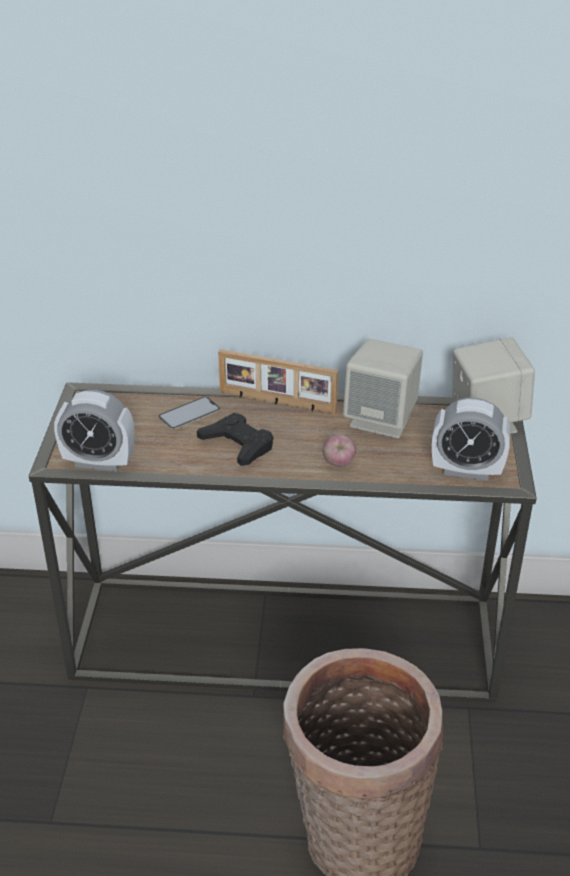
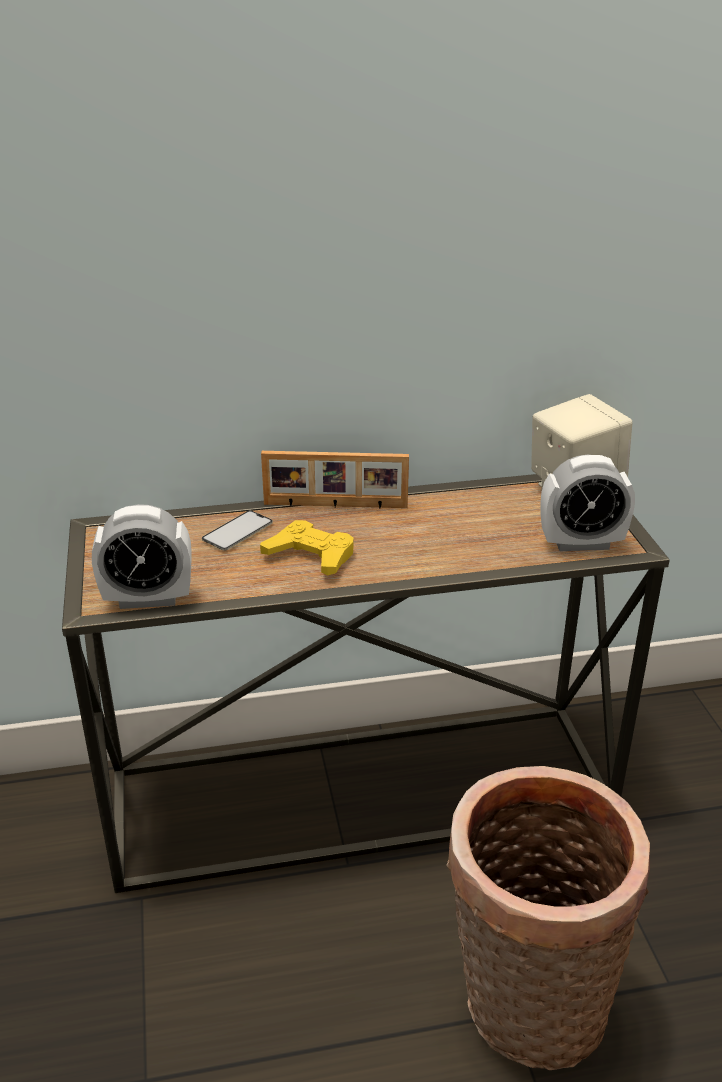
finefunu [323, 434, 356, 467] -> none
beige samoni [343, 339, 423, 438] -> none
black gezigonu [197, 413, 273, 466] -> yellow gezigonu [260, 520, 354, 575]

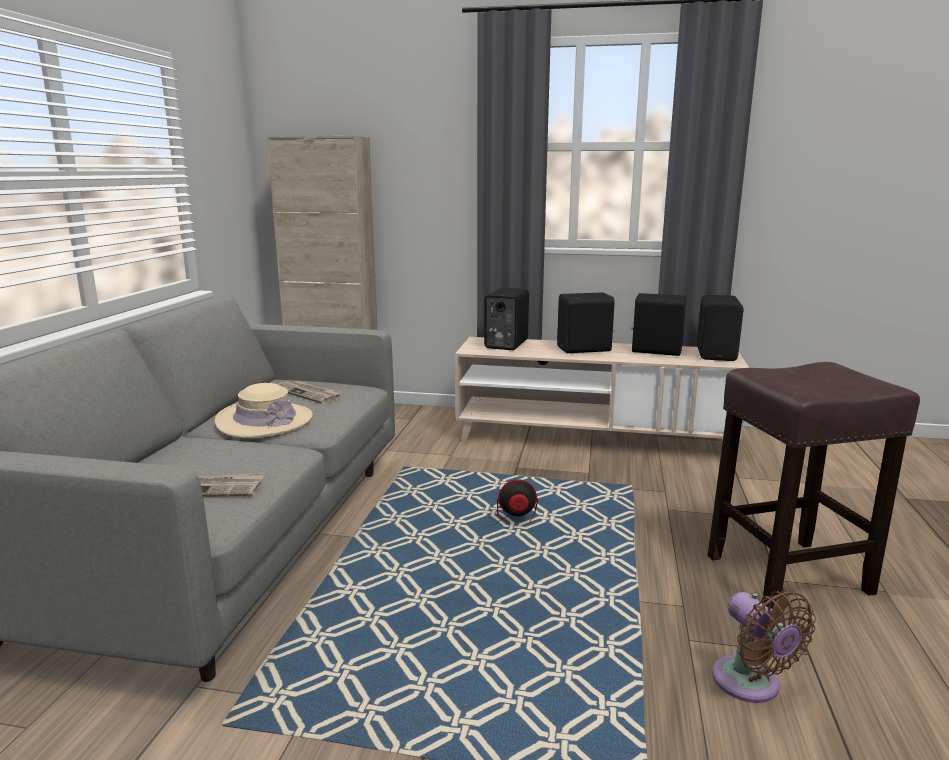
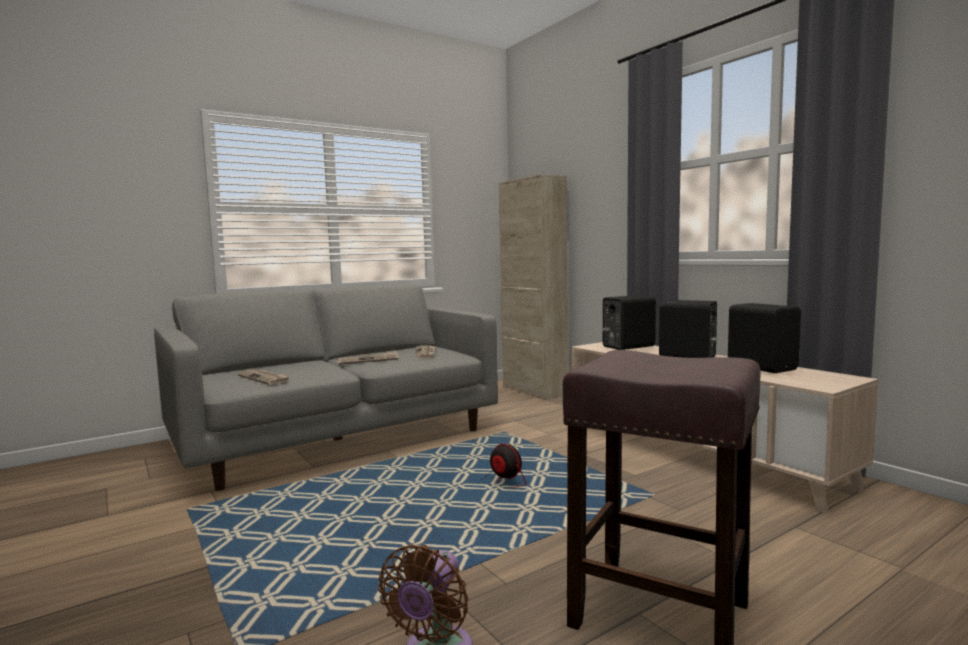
black samoni [697, 295, 744, 361] -> none
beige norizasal [215, 383, 313, 438] -> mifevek [337, 351, 398, 365]

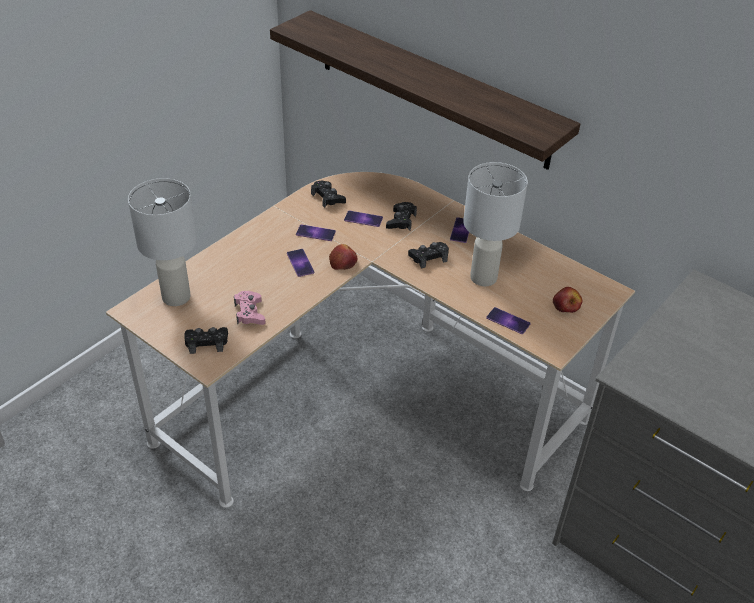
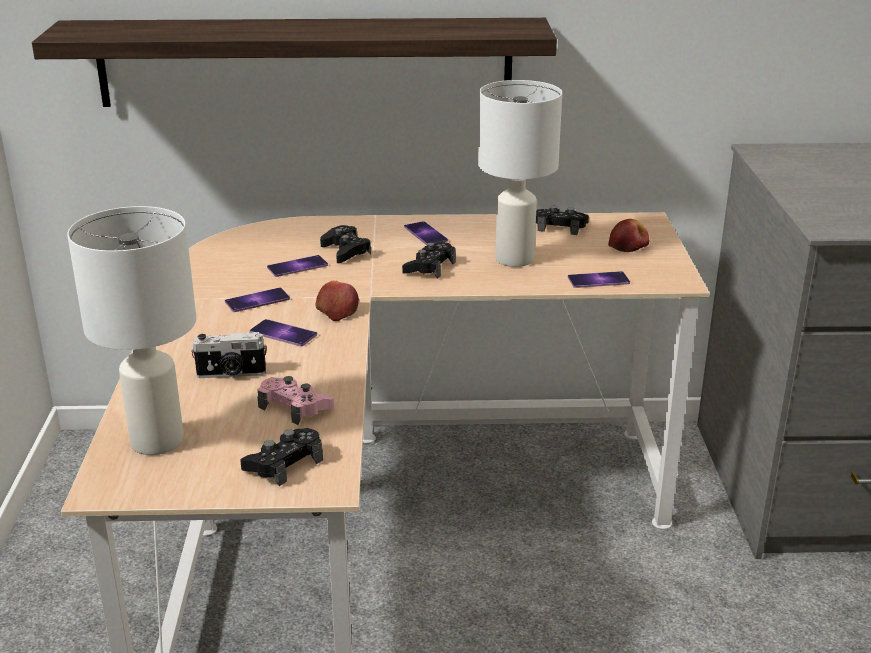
none -> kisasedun [191, 332, 267, 378]
black gezigonu [311, 180, 346, 208] -> black gezigonu [536, 206, 589, 235], moved

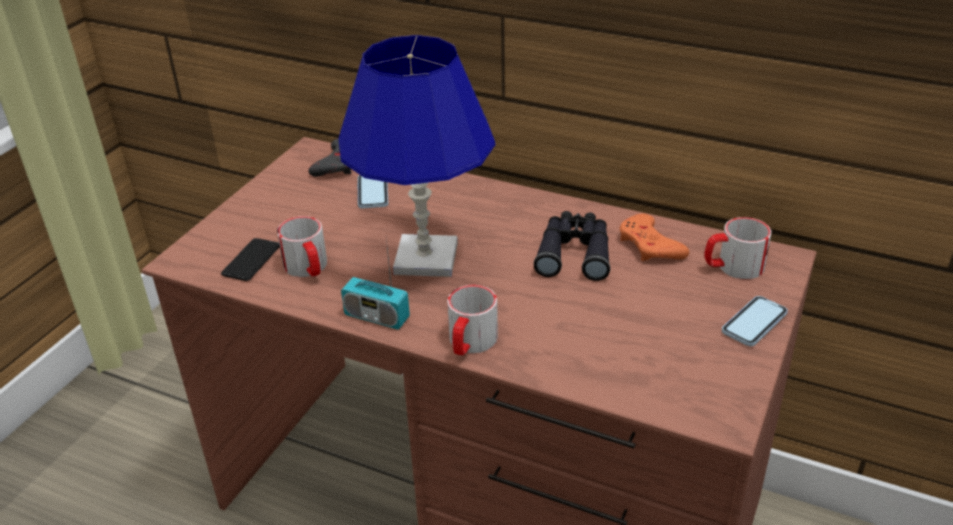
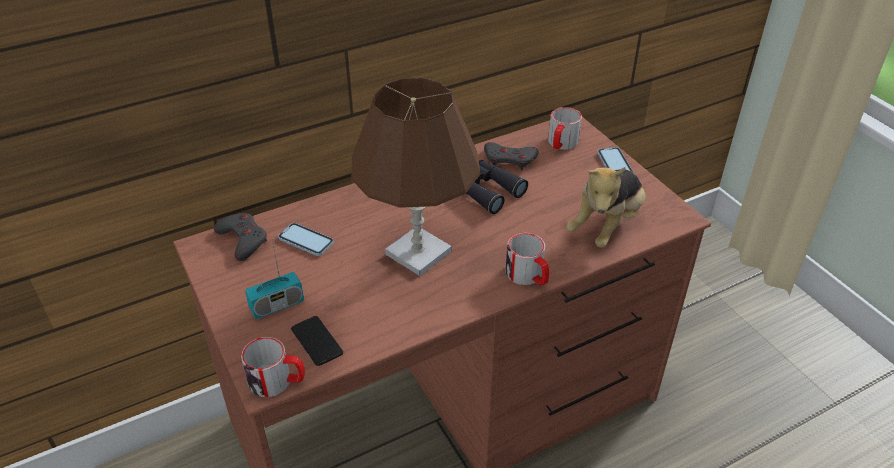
none -> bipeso [566, 167, 646, 248]
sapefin [277, 216, 327, 277] -> sapefin [241, 337, 305, 397], moved
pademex [341, 239, 410, 330] -> pademex [245, 241, 304, 319], moved
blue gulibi [339, 35, 496, 277] -> brown gulibi [351, 78, 480, 276]
orange gezigonu [620, 214, 689, 261] -> grey gezigonu [484, 142, 538, 170]

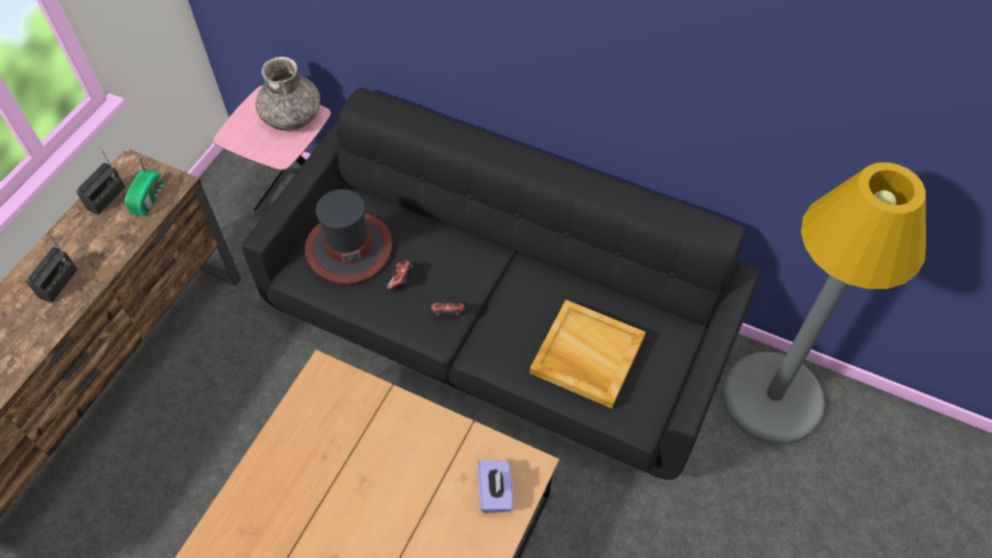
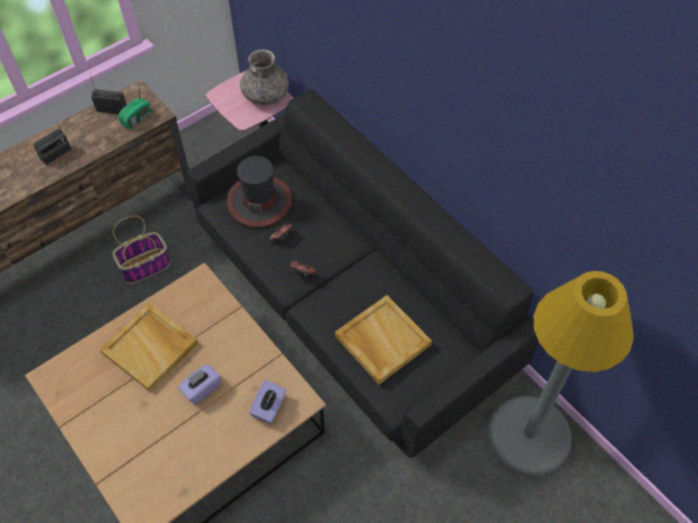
none -> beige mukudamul [100, 303, 198, 392]
none -> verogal [112, 216, 171, 284]
none -> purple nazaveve [178, 364, 221, 405]
pademex [76, 147, 125, 215] -> pademex [89, 73, 127, 114], 135 degrees counterclockwise

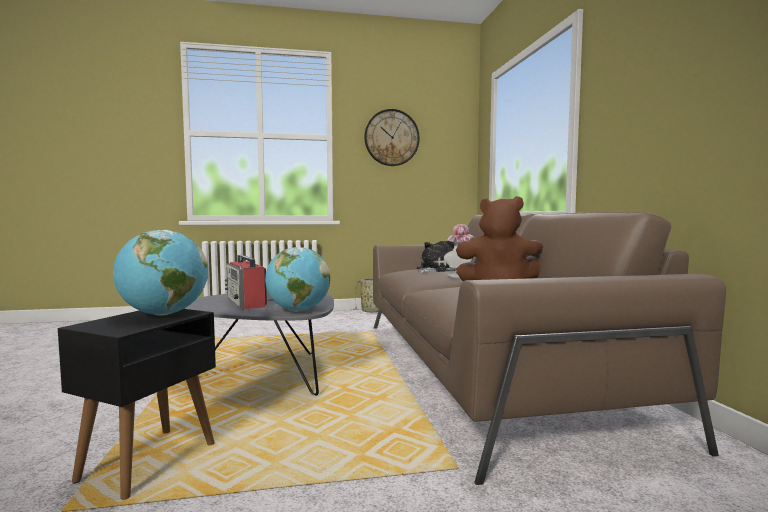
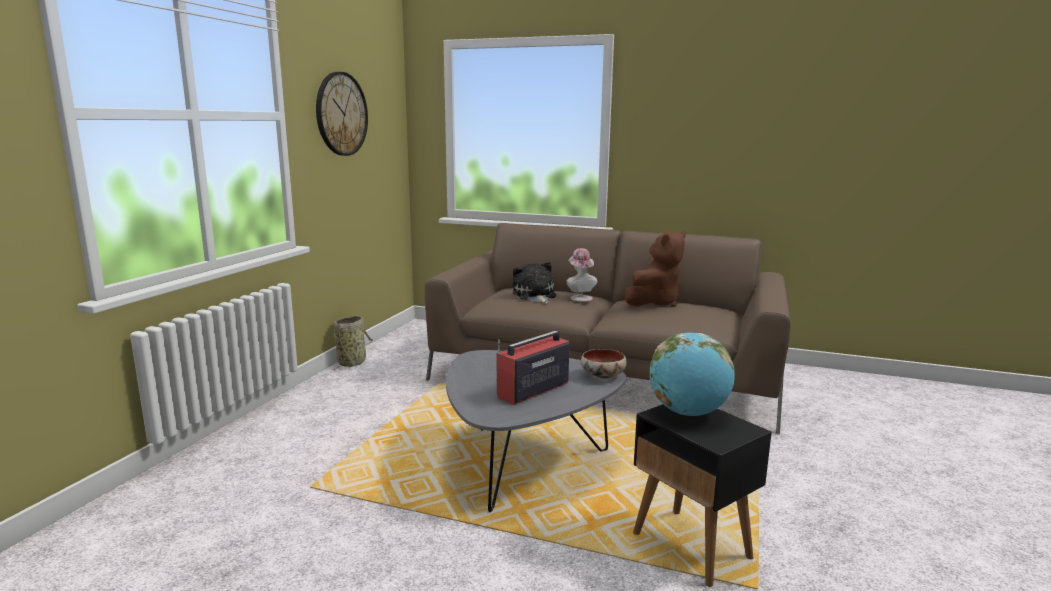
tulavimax [265, 247, 330, 311] -> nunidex [581, 349, 627, 379]
pademex [225, 255, 267, 309] -> pademex [496, 331, 569, 405], 135 degrees clockwise

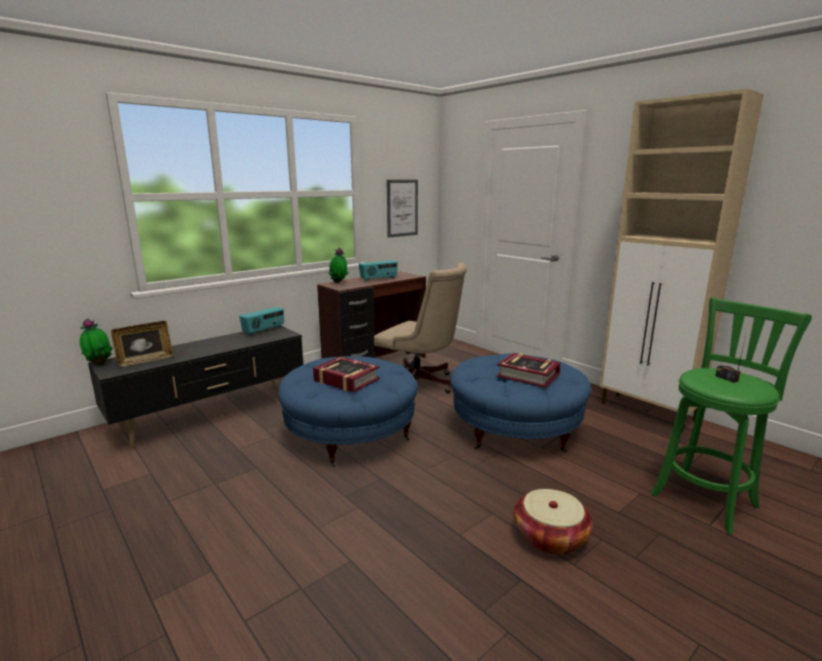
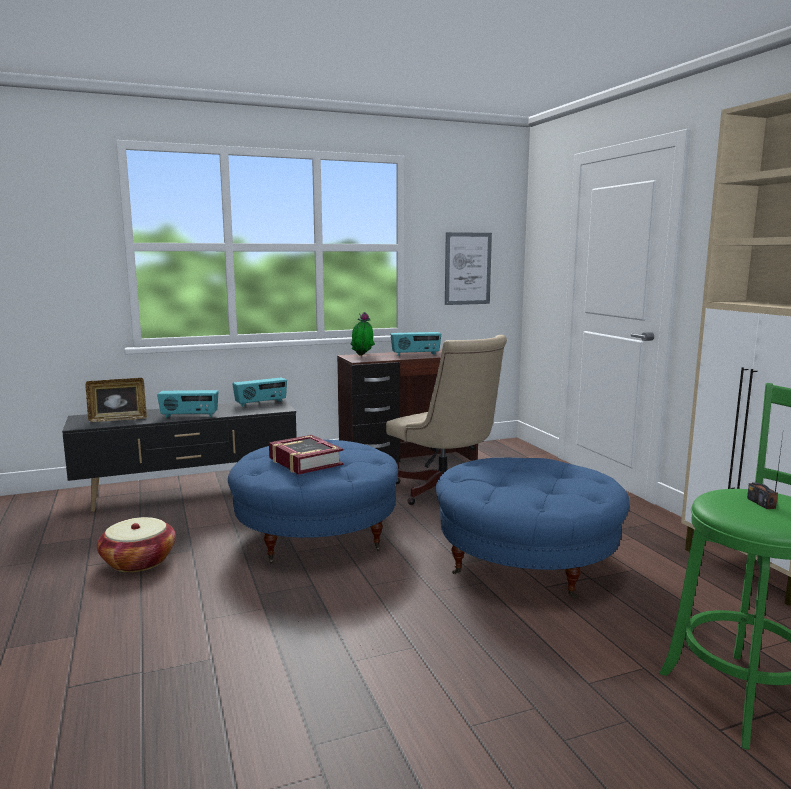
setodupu [80, 319, 113, 365] -> none
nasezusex [497, 353, 561, 388] -> none
none -> pademex [157, 390, 218, 418]
verogal [514, 489, 593, 555] -> verogal [97, 517, 176, 572], moved

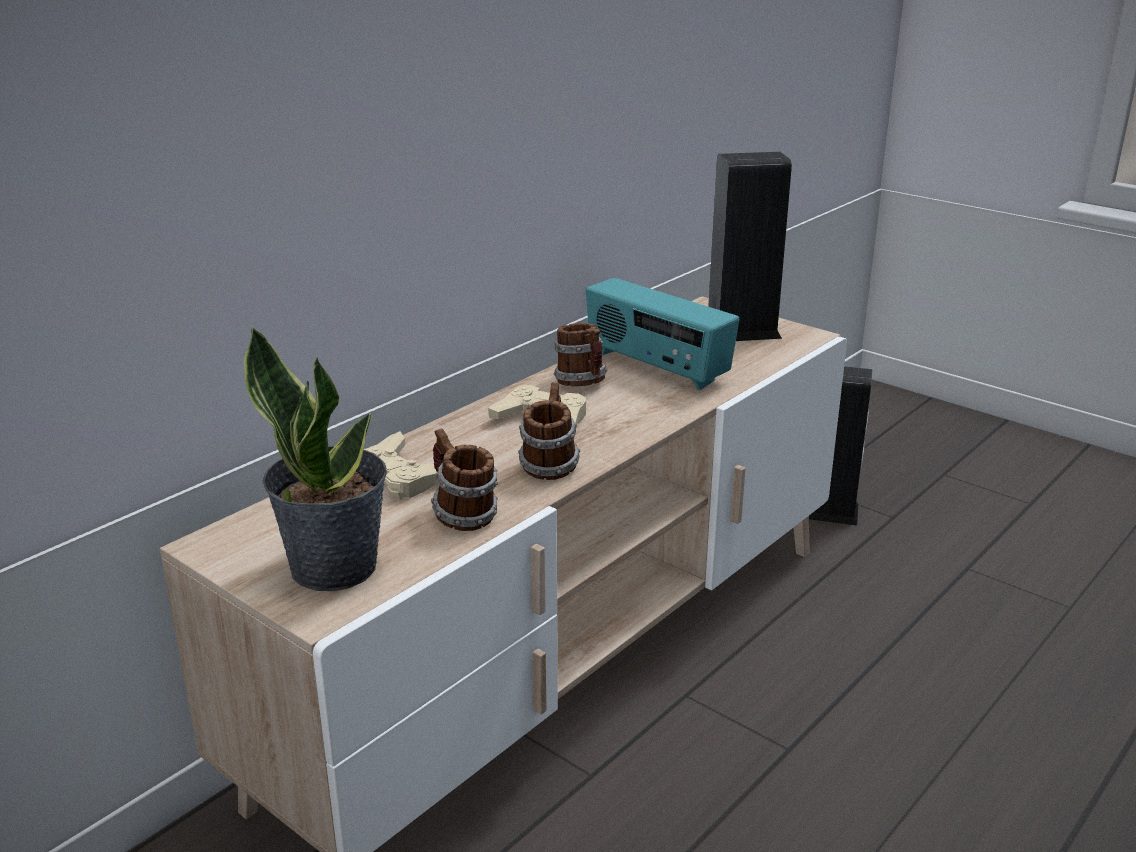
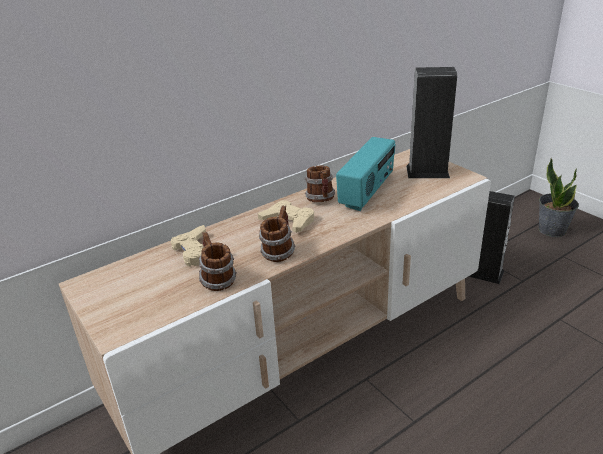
setodupu [244, 326, 387, 591] -> setodupu [538, 158, 579, 237], moved
pademex [586, 278, 739, 390] -> pademex [336, 137, 395, 211], 120 degrees counterclockwise

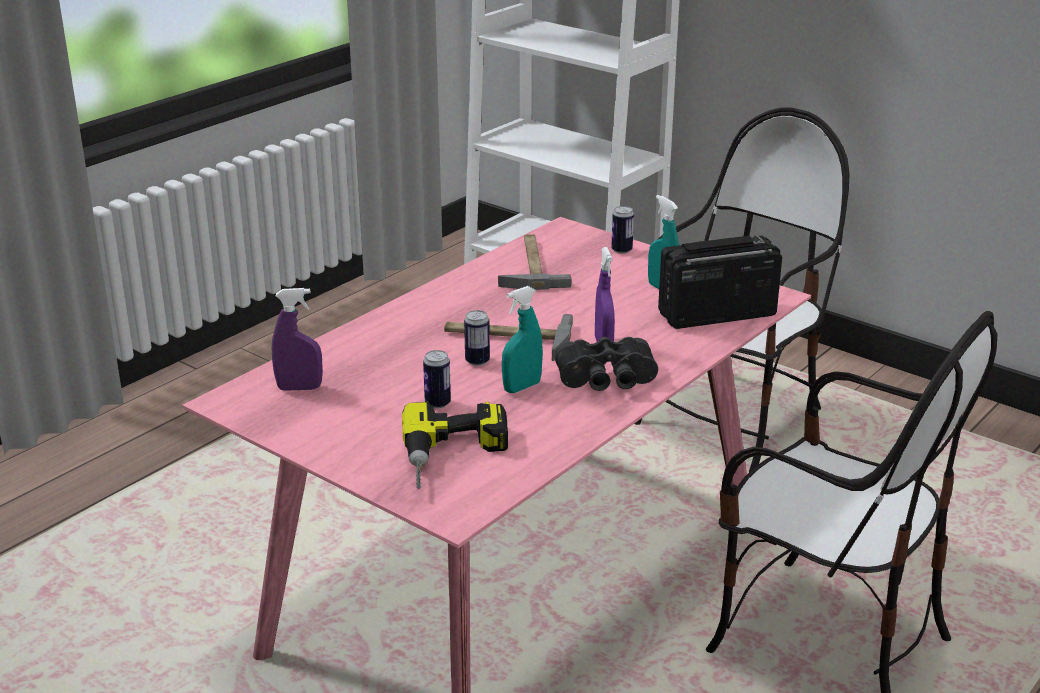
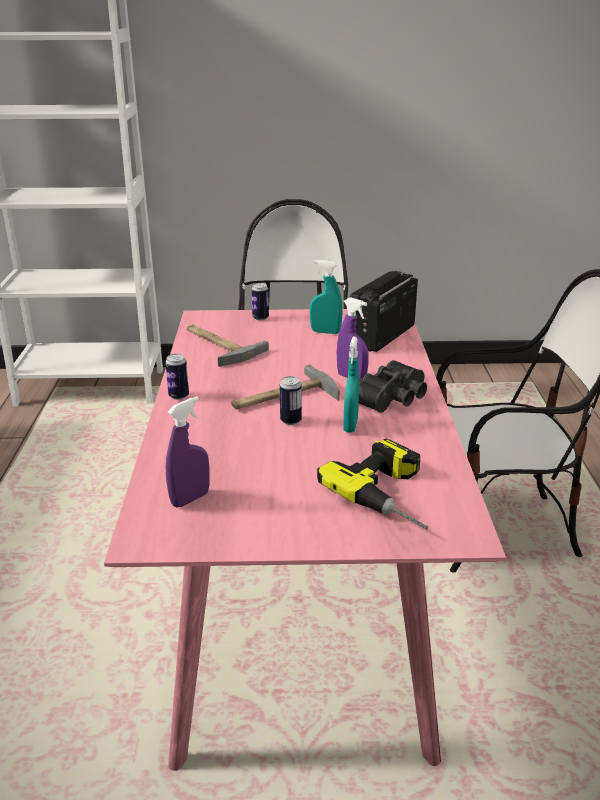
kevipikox [423, 350, 451, 409] -> kevipikox [165, 354, 189, 400], moved

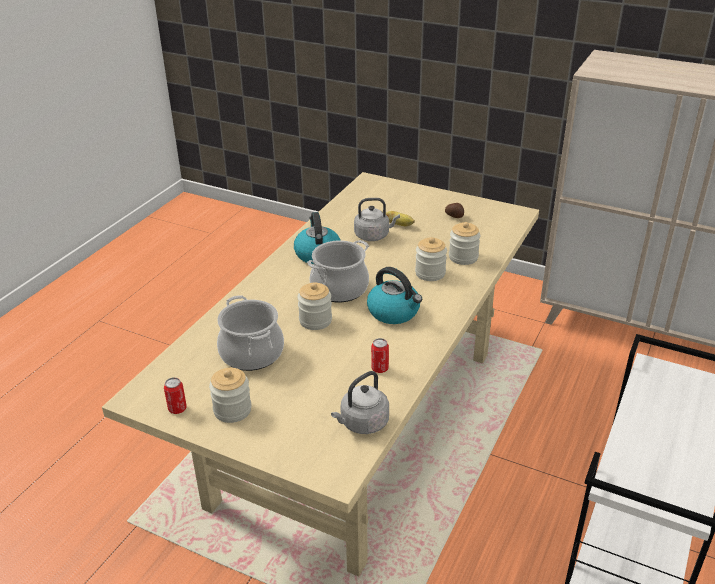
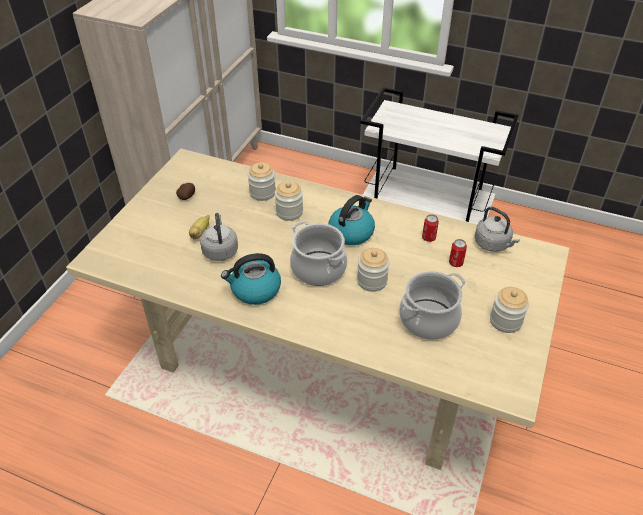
kevipikox [164, 377, 187, 414] -> kevipikox [449, 239, 467, 267], moved

